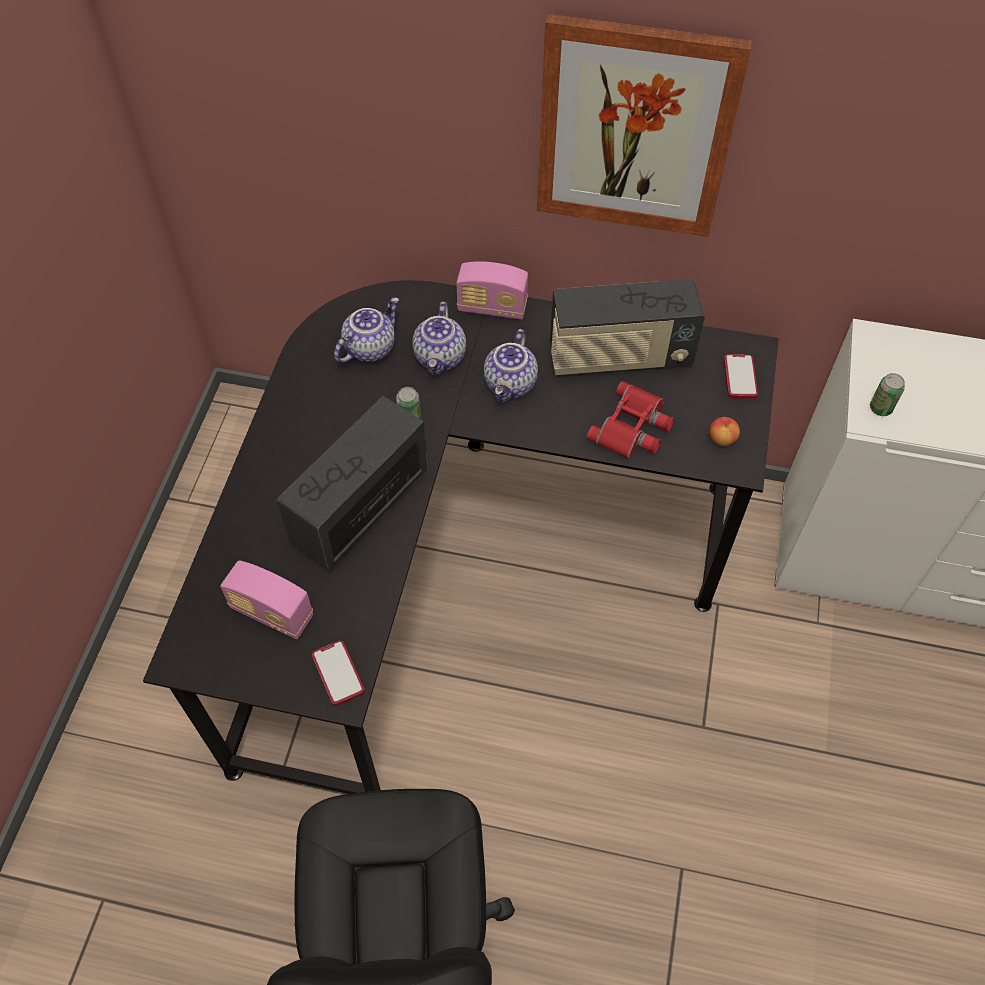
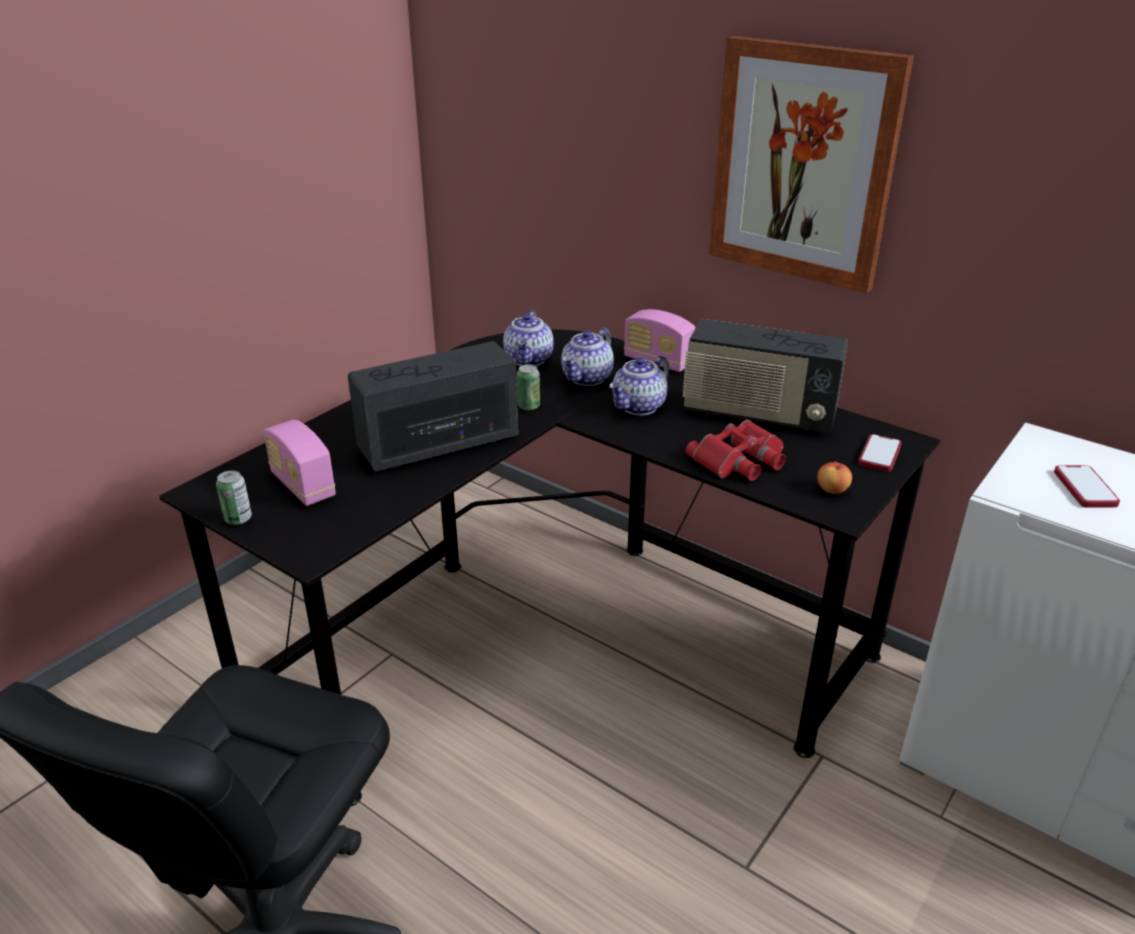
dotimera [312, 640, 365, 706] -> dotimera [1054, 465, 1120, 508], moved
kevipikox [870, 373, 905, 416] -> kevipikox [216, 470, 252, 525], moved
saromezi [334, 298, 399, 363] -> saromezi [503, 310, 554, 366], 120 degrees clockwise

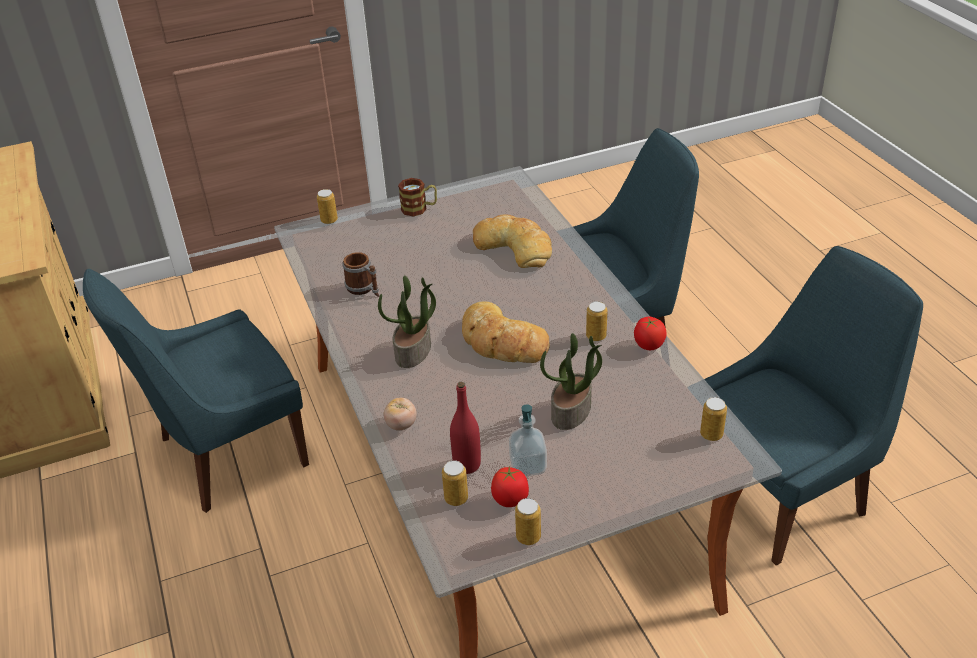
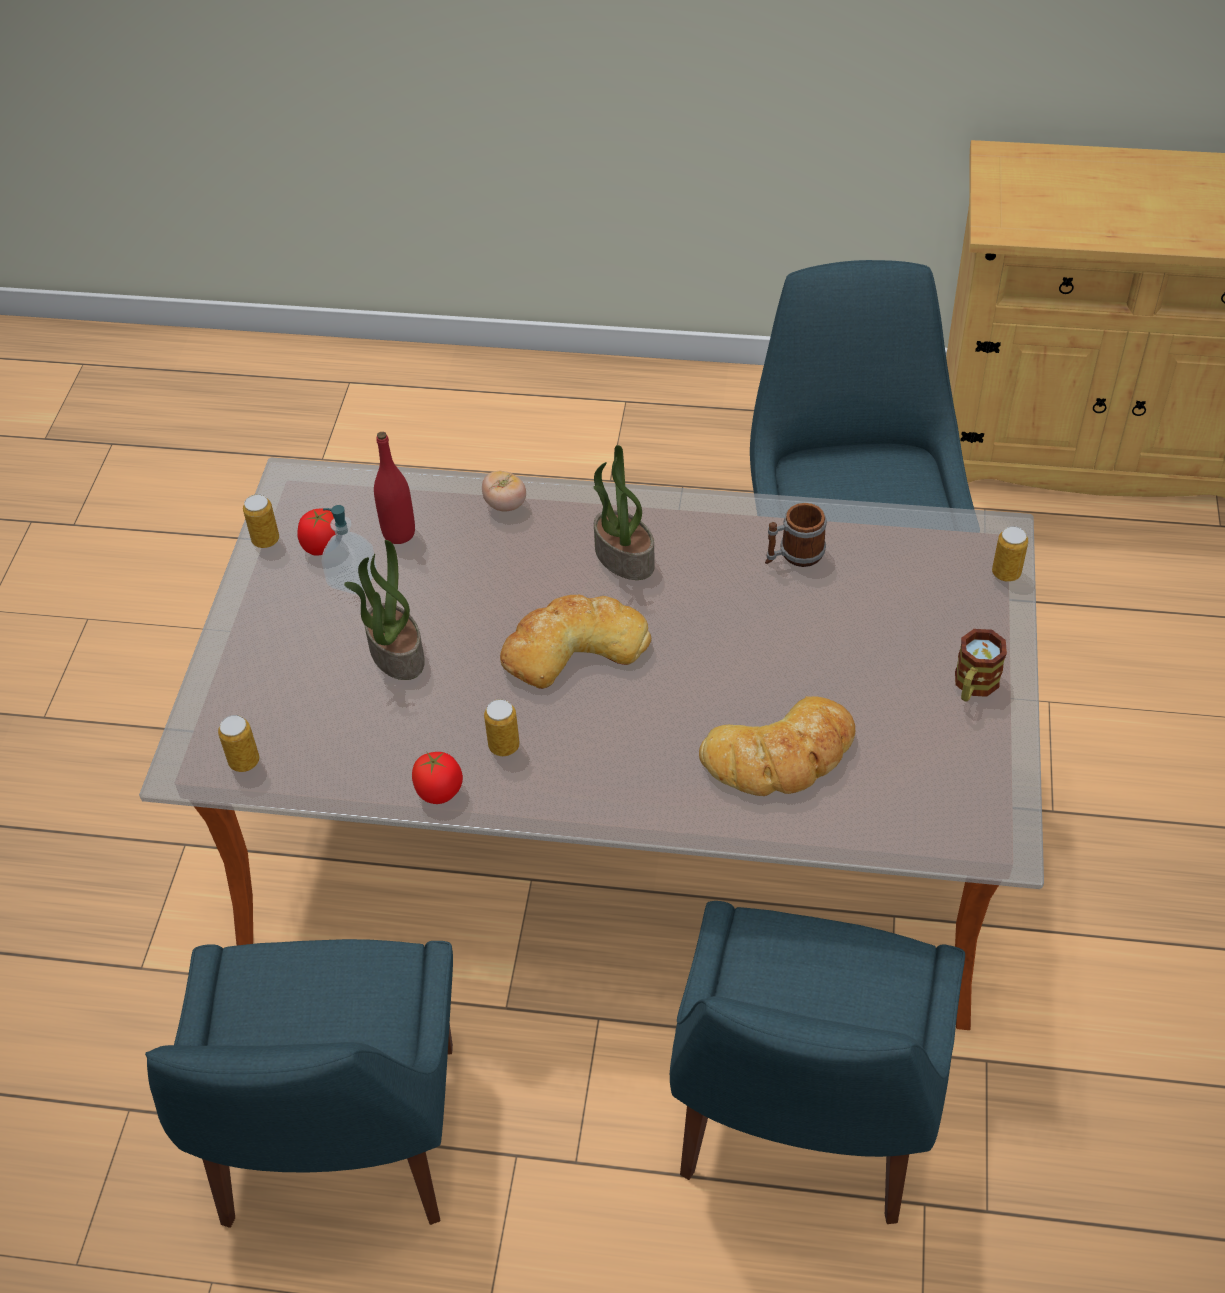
kevipikox [442, 460, 468, 506] -> none

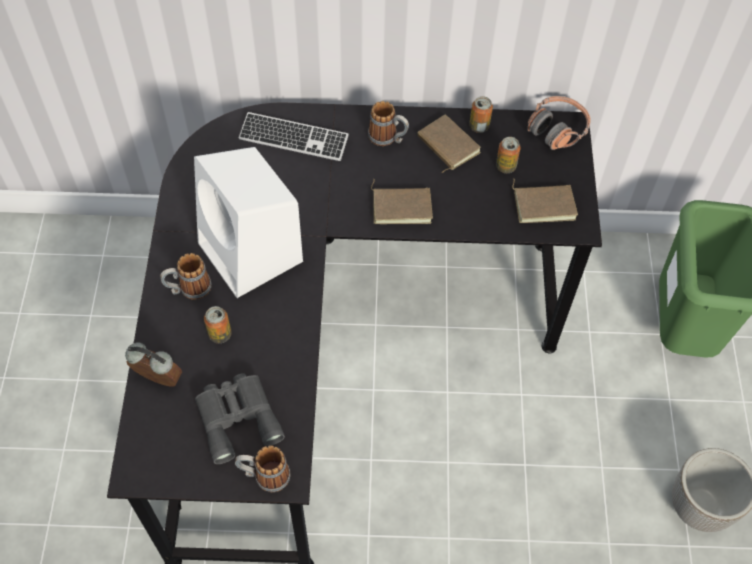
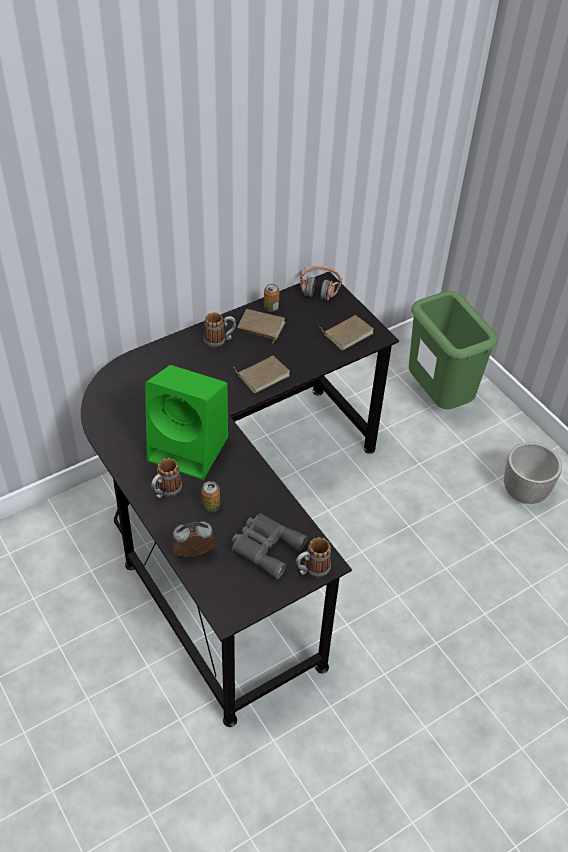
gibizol [239, 112, 349, 161] -> none
kevipikox [496, 137, 521, 173] -> none
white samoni [194, 147, 303, 298] -> green samoni [145, 365, 228, 480]

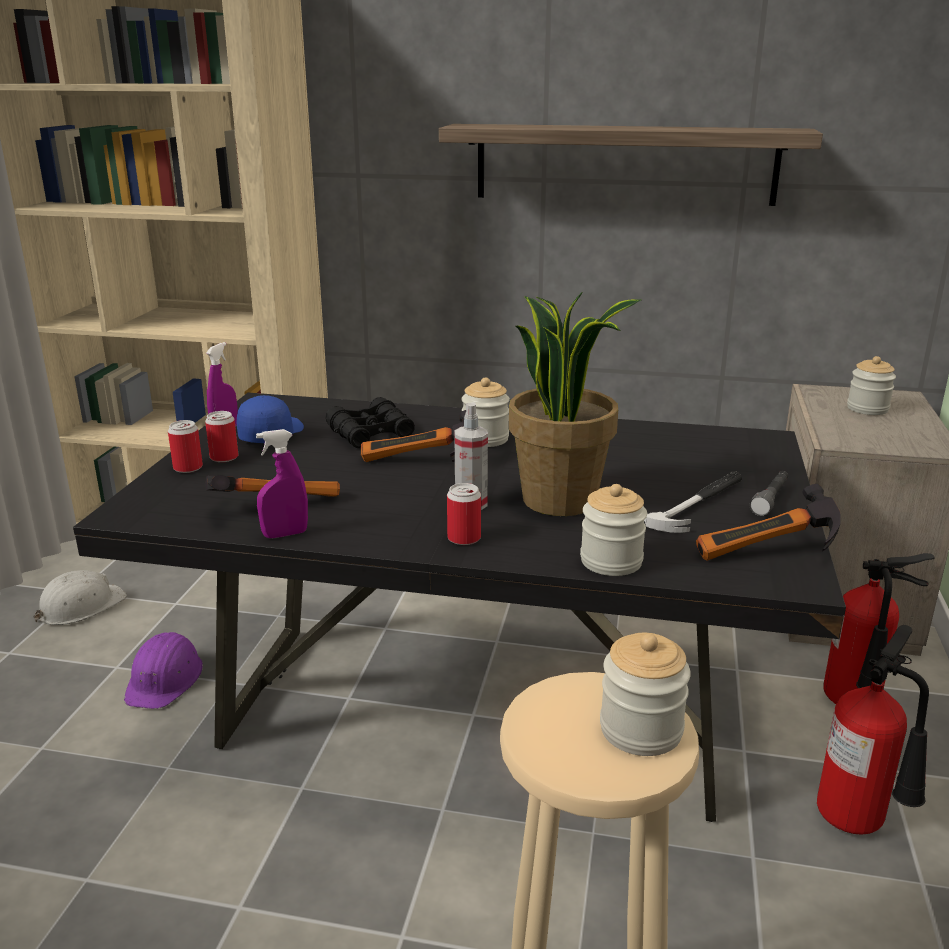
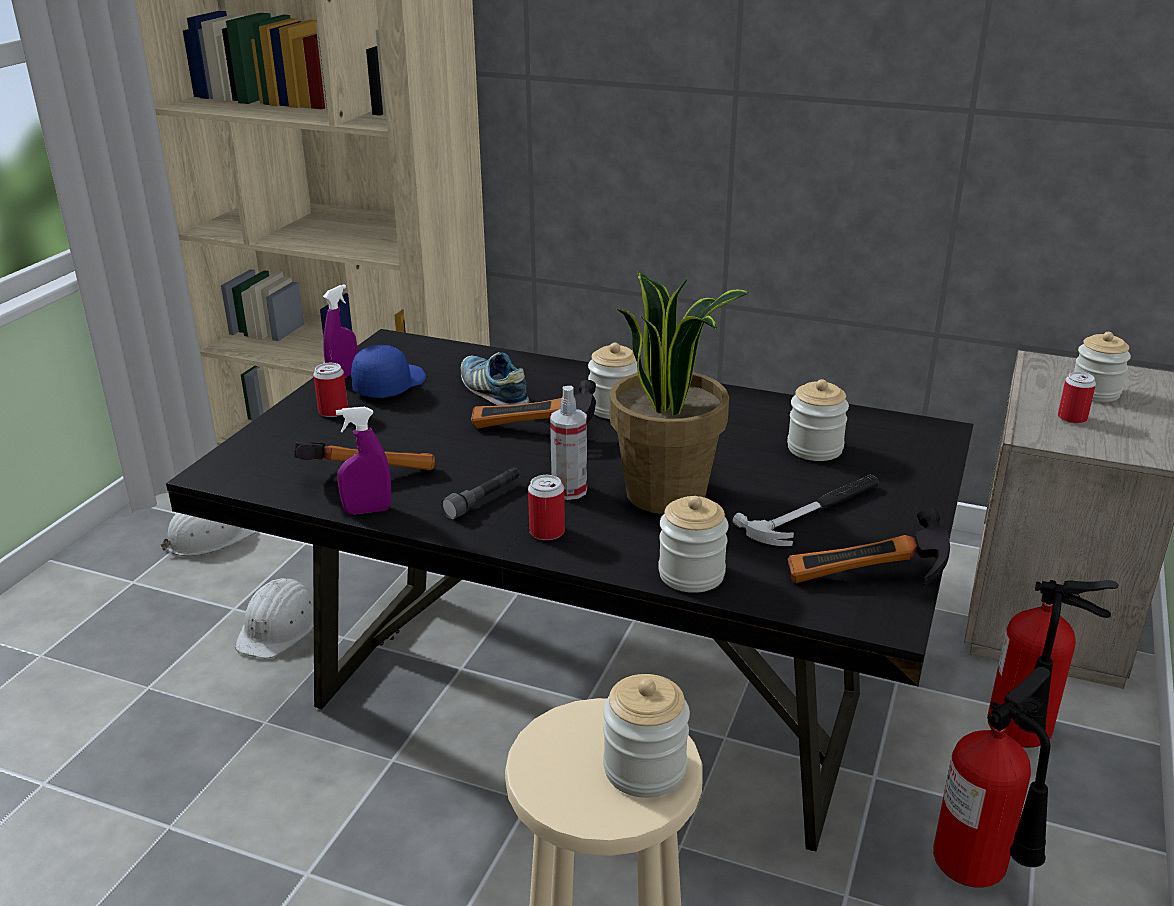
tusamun [439, 124, 823, 206] -> none
none -> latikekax [787, 379, 849, 461]
kevipikox [168, 420, 203, 473] -> kevipikox [1058, 372, 1096, 424], moved
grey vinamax [750, 471, 789, 516] -> grey vinamax [441, 467, 520, 519], moved
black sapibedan [326, 397, 415, 448] -> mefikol [461, 352, 530, 405]
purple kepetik [124, 632, 203, 709] -> white kepetik [235, 578, 314, 658]

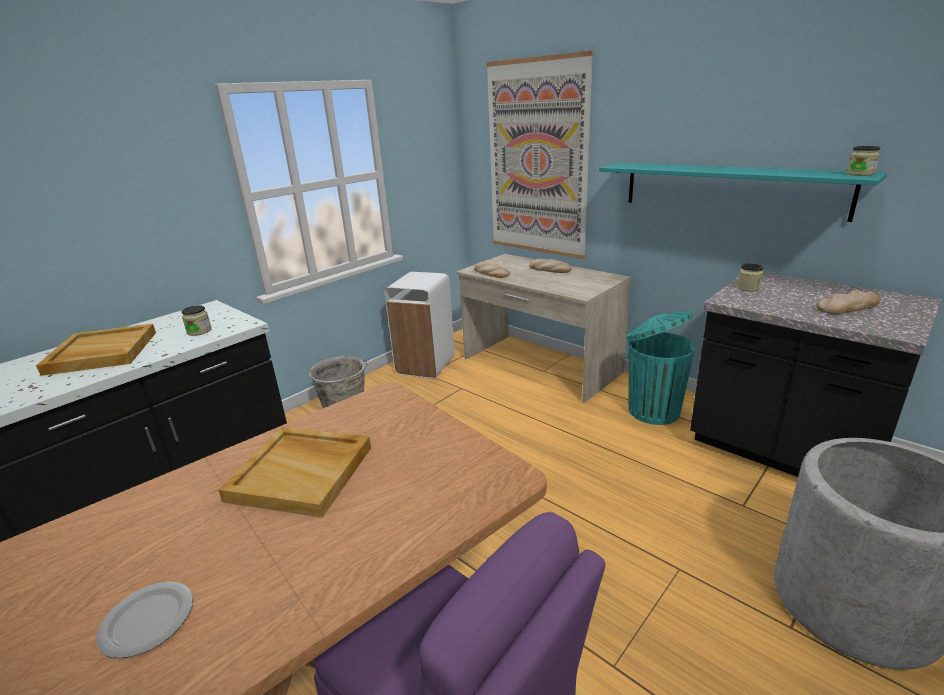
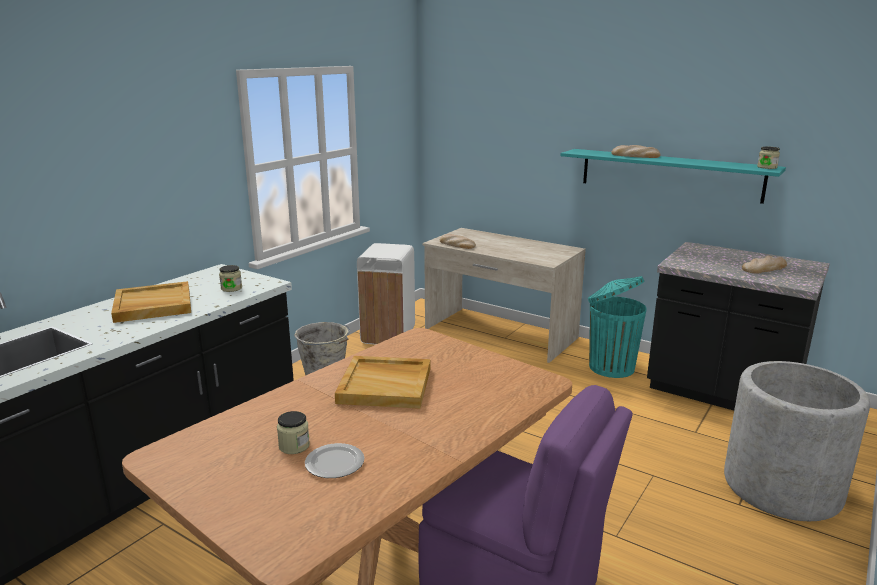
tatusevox [486, 50, 593, 259] -> none
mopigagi [529, 259, 572, 273] -> mopigagi [611, 145, 661, 158], moved
latikekax [737, 263, 764, 291] -> latikekax [277, 411, 310, 454], moved

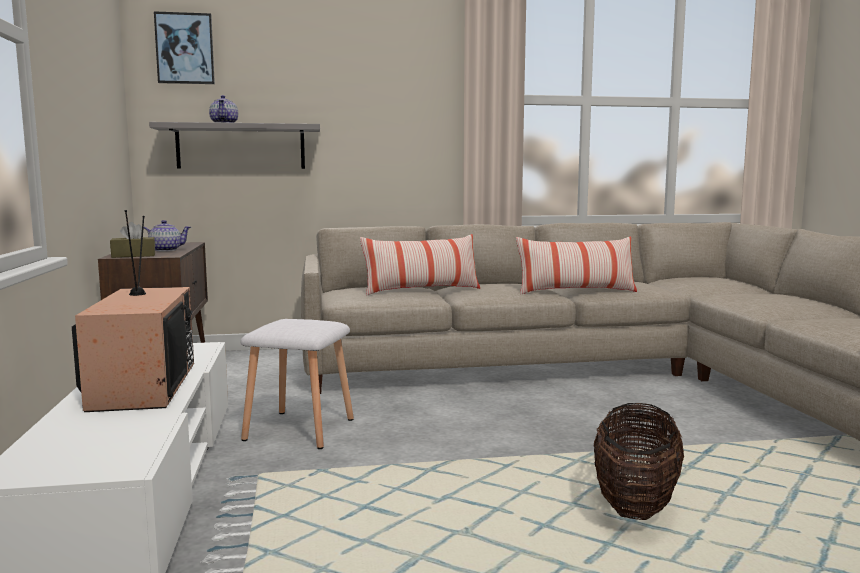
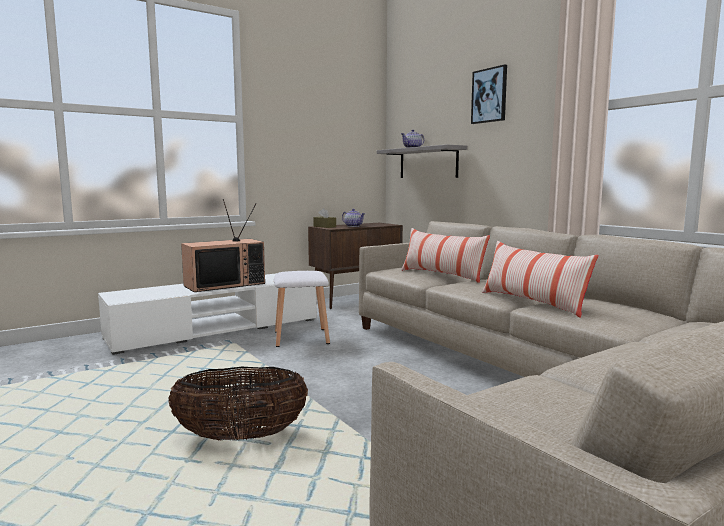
tatusevox [154, 11, 215, 84] -> tatusevox [471, 64, 507, 124], moved

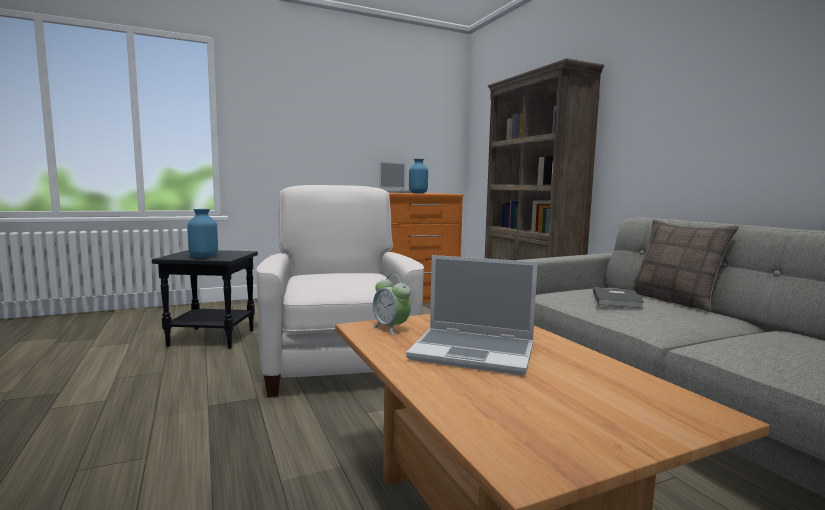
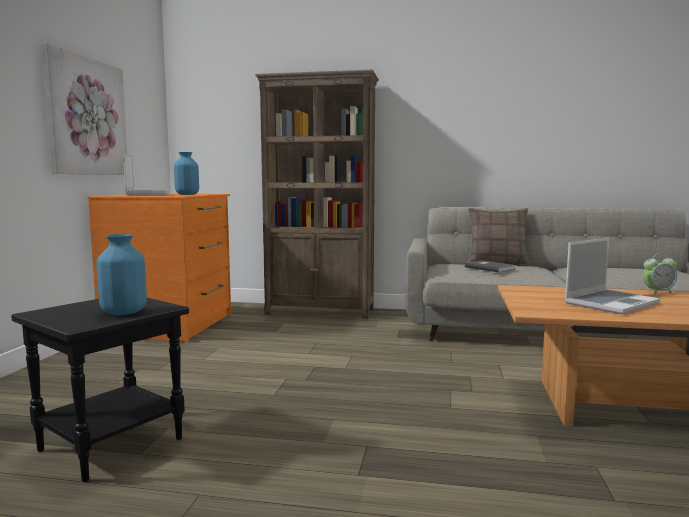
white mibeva [256, 185, 424, 397] -> none
none -> tatusevox [41, 43, 127, 175]
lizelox [372, 274, 411, 335] -> lizelox [643, 253, 677, 295], moved

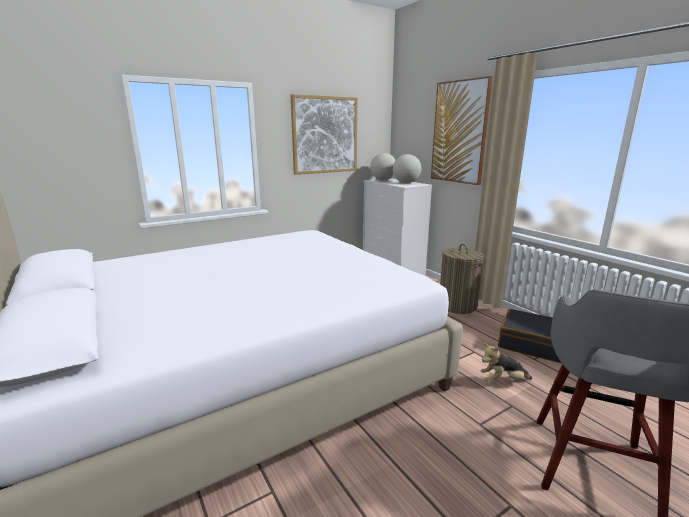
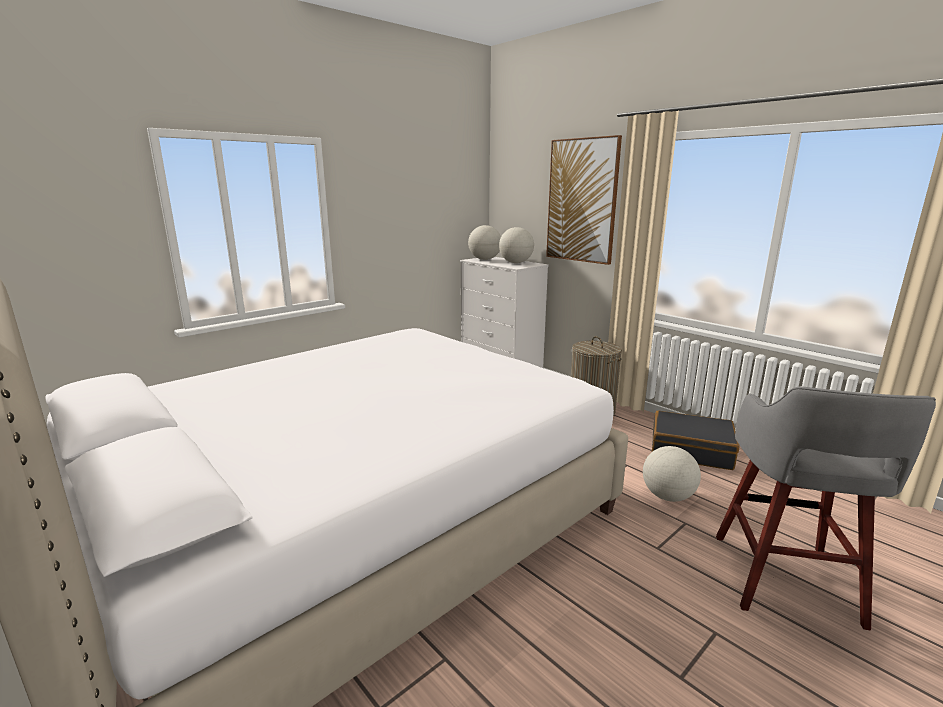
tatusevox [291, 94, 357, 175] -> none
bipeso [481, 343, 532, 382] -> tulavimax [643, 446, 701, 502]

